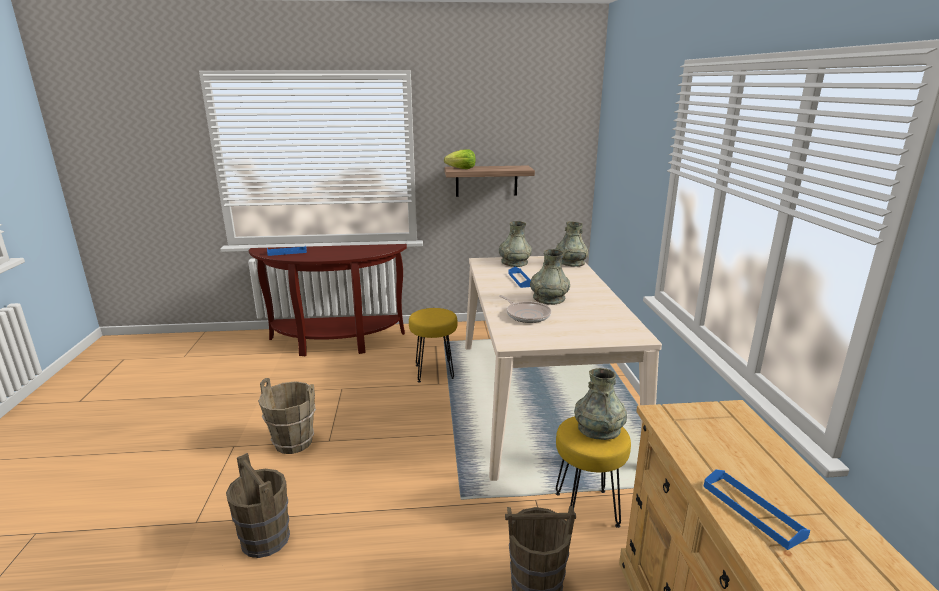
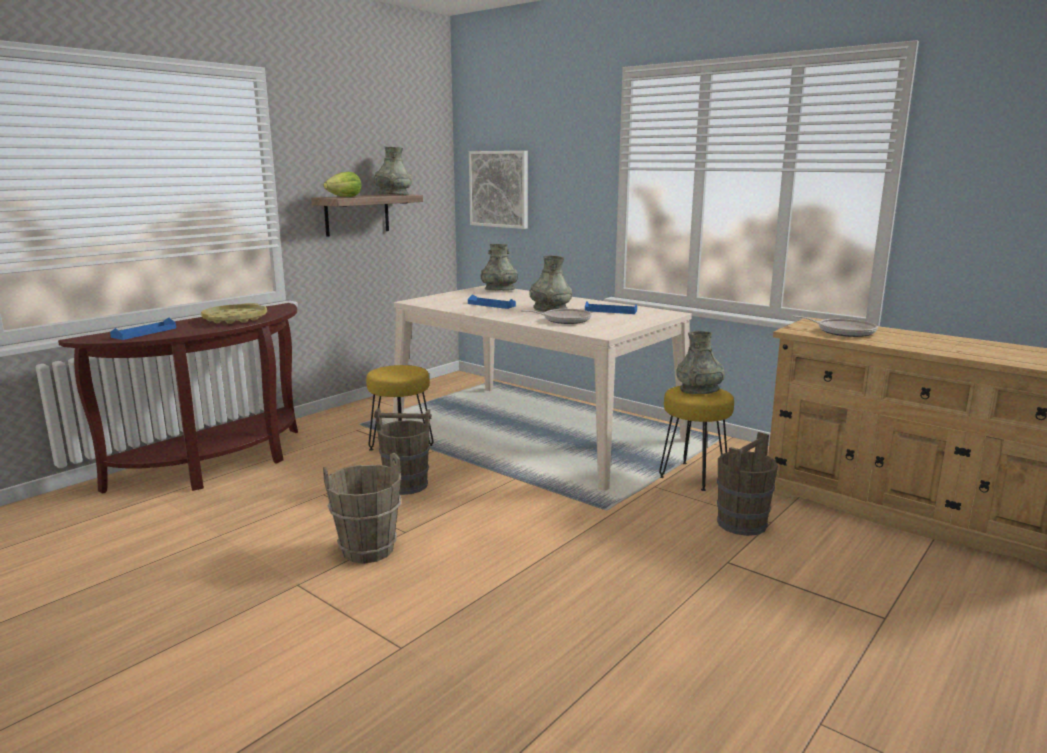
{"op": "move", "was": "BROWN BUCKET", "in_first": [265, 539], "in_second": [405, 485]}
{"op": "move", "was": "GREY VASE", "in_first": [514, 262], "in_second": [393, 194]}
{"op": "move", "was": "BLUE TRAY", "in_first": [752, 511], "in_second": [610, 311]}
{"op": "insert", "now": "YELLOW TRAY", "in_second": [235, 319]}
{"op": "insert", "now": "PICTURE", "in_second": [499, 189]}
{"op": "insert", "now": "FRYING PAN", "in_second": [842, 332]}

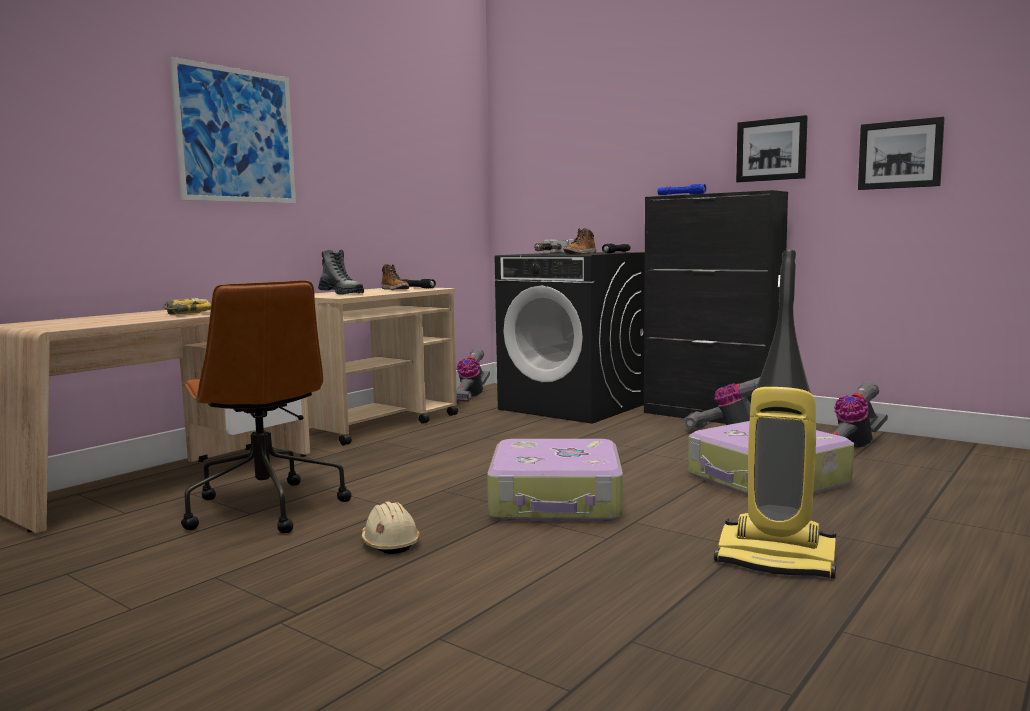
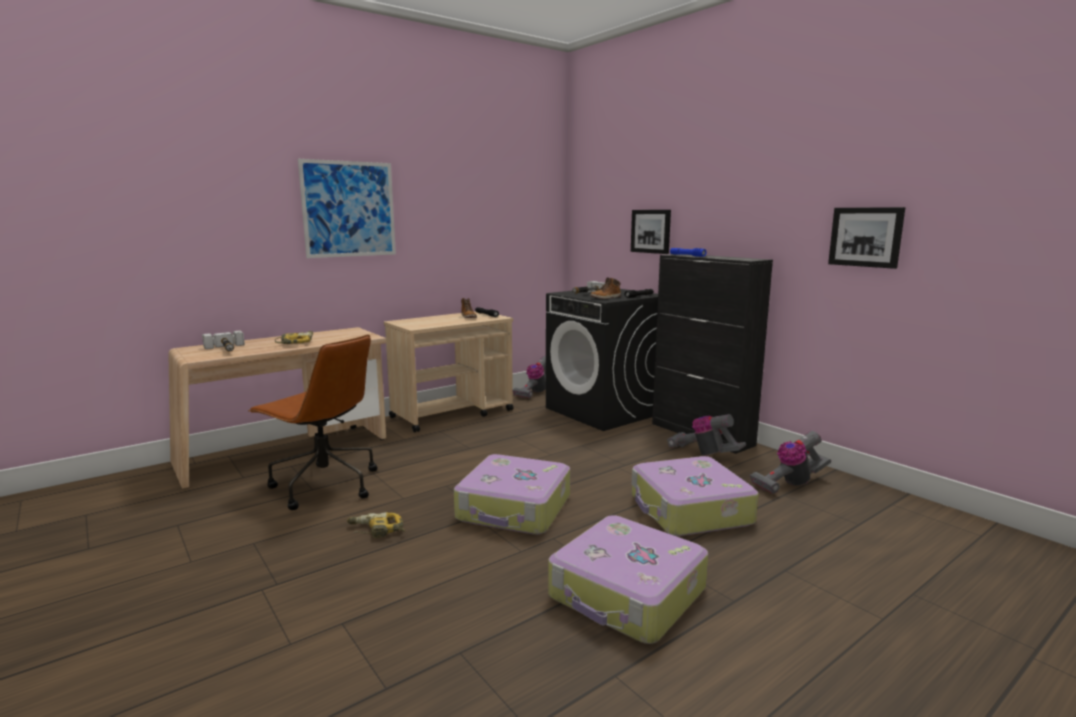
{"op": "rotate", "was": "BROWN OFFICE CHAIR", "in_first": [264, 508], "in_second": [324, 485], "clockwise": -45}
{"op": "delete", "was": "BOOT", "in_first": [341, 293]}
{"op": "replace", "was": "BEIGE HARD HAT", "now": "POWER DRILL", "in_first": [390, 543], "in_second": [375, 531]}
{"op": "replace", "was": "VACUUM CLEANER", "now": "SUITCASE", "in_first": [777, 559], "in_second": [627, 594]}
{"op": "move", "was": "PICTURE", "in_first": [771, 150], "in_second": [651, 231]}
{"op": "insert", "now": "HAMMER", "in_second": [226, 349]}

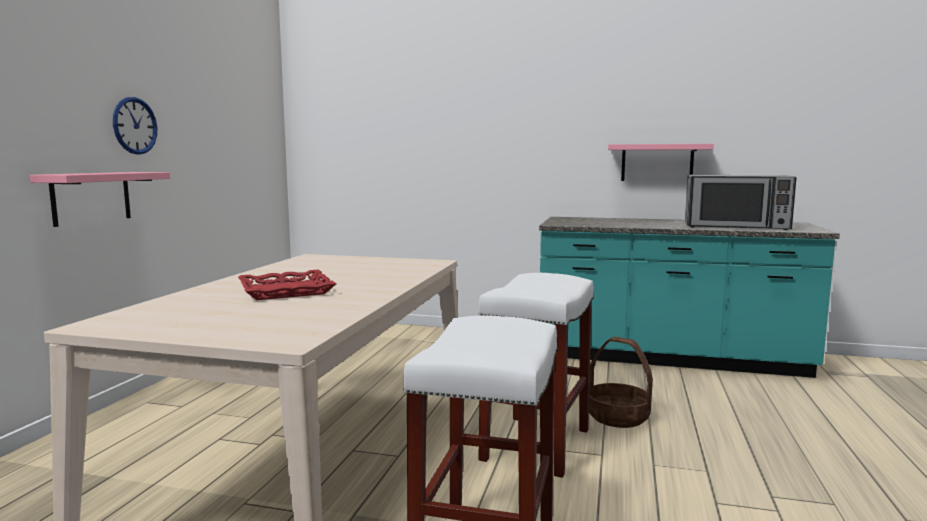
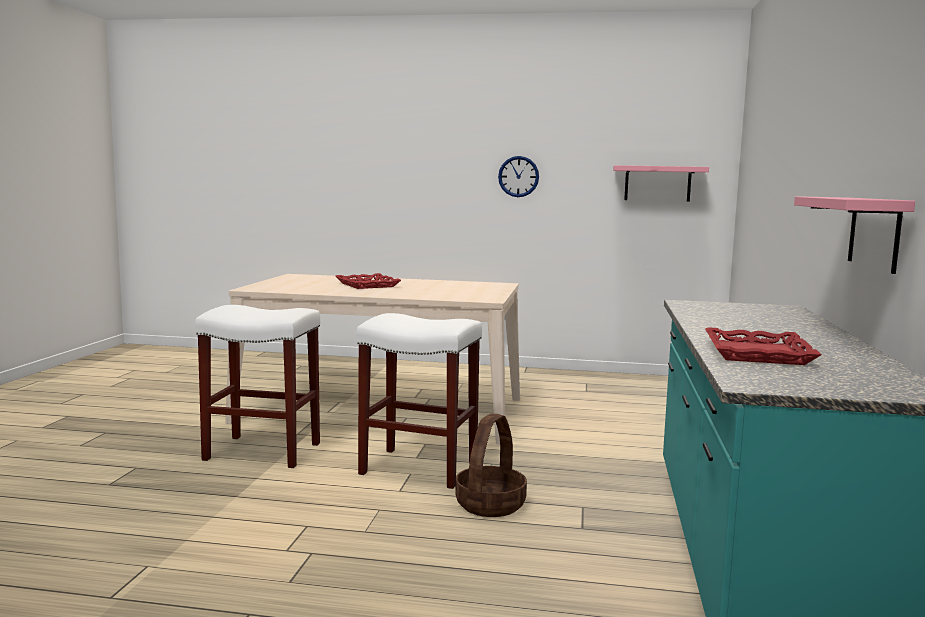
{"op": "move", "was": "PINK SHELF", "in_first": [91, 197], "in_second": [657, 183]}
{"op": "replace", "was": "MICROWAVE", "now": "RED TRAY", "in_first": [736, 227], "in_second": [758, 354]}

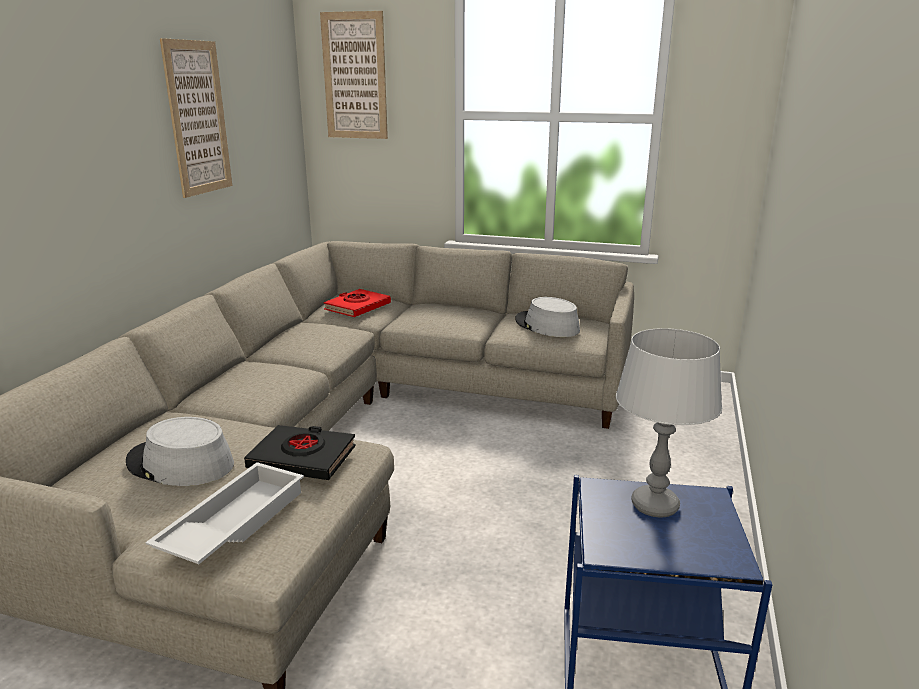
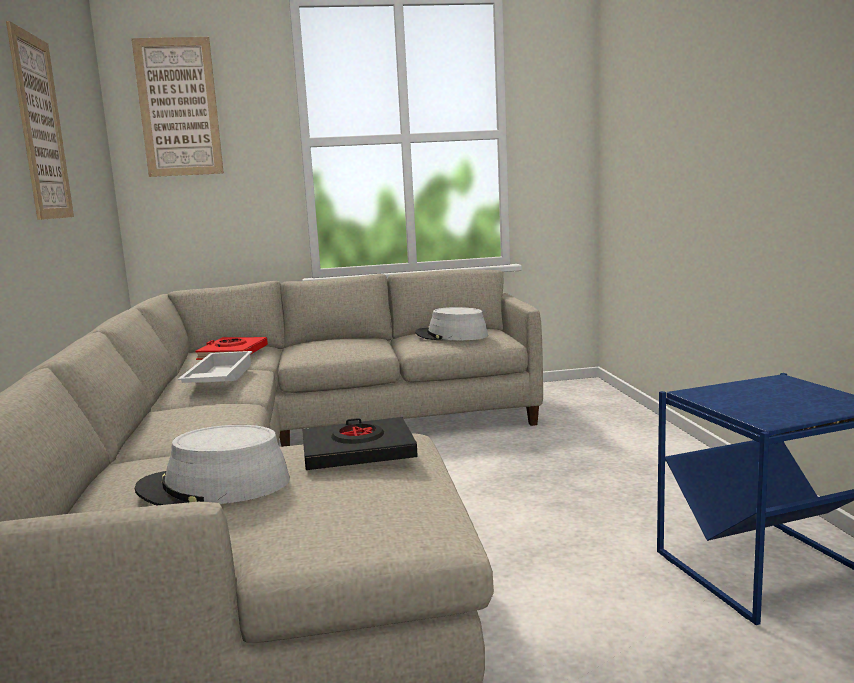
{"op": "move", "was": "WHITE TRAY", "in_first": [232, 522], "in_second": [218, 378]}
{"op": "delete", "was": "GREY TABLE LAMP", "in_first": [654, 505]}

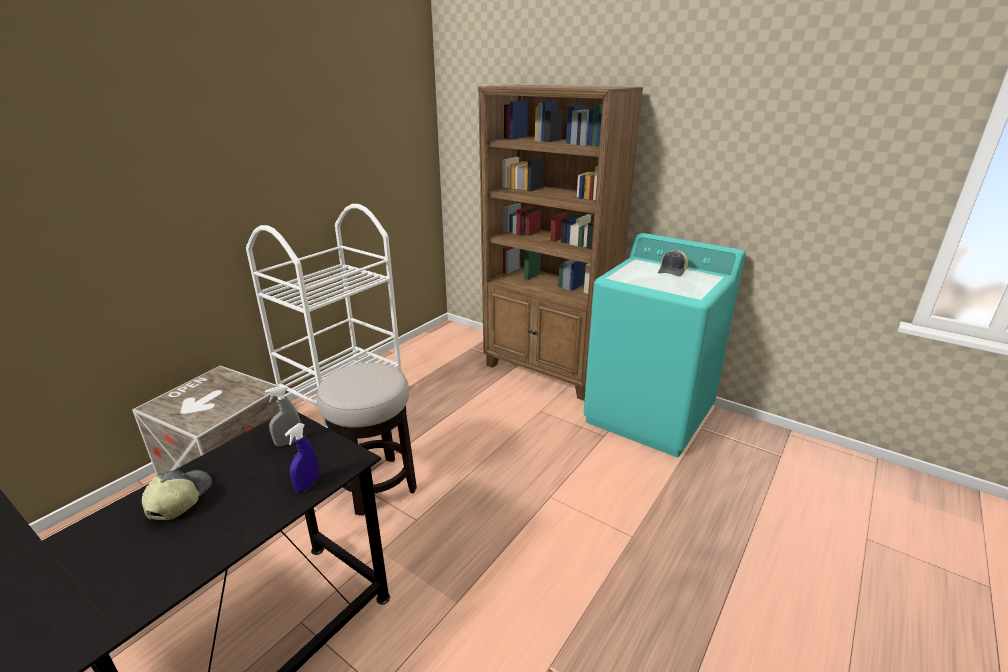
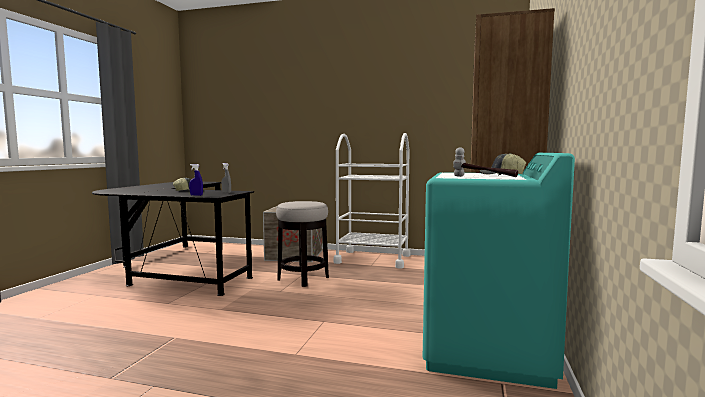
{"op": "insert", "now": "HAMMER", "in_second": [483, 177]}

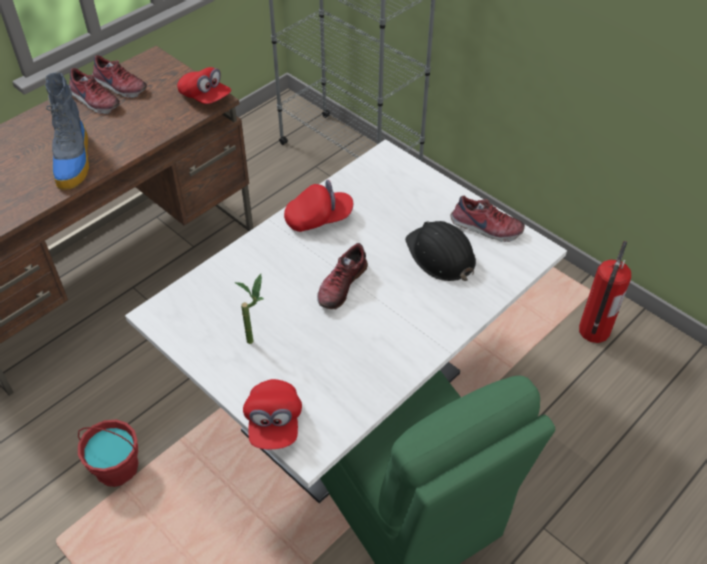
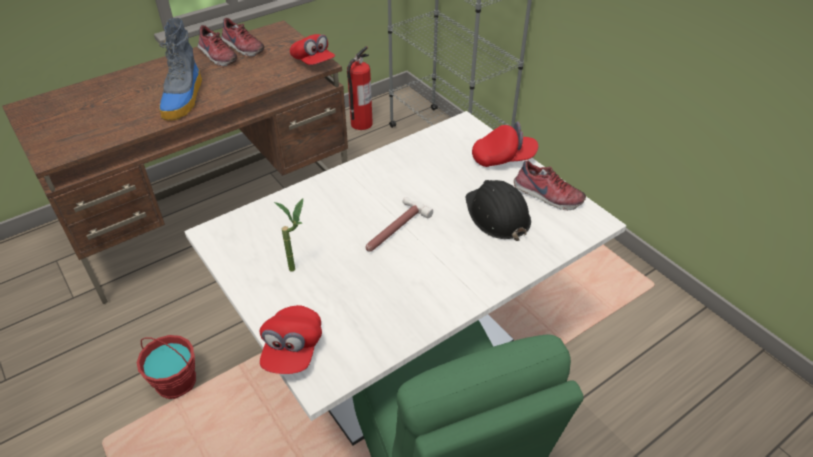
{"op": "move", "was": "RED CAP", "in_first": [319, 218], "in_second": [503, 158]}
{"op": "replace", "was": "SHOE", "now": "HAMMER", "in_first": [341, 285], "in_second": [393, 229]}
{"op": "move", "was": "FIRE EXTINGUISHER", "in_first": [594, 331], "in_second": [361, 124]}

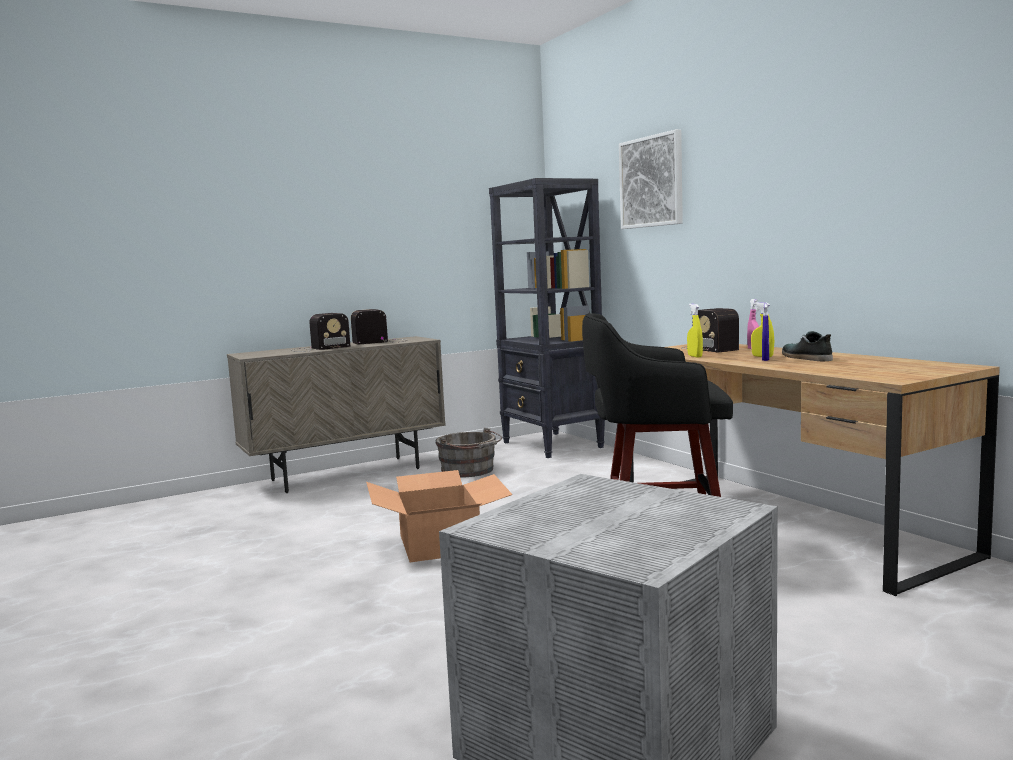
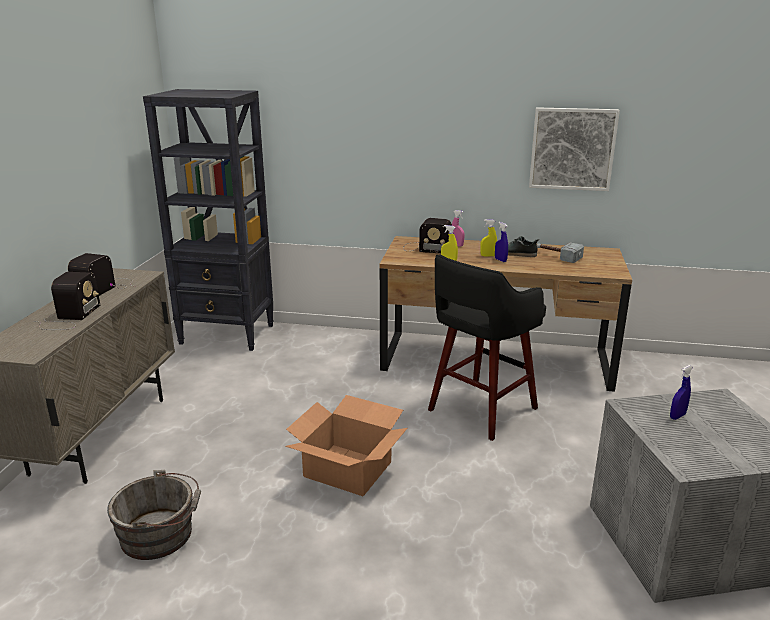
{"op": "move", "was": "GREY BUCKET", "in_first": [469, 471], "in_second": [161, 535]}
{"op": "move", "was": "PICTURE", "in_first": [651, 182], "in_second": [572, 149]}
{"op": "insert", "now": "HAMMER", "in_second": [557, 256]}
{"op": "insert", "now": "BLUE SPRAY BOTTLE", "in_second": [677, 416]}

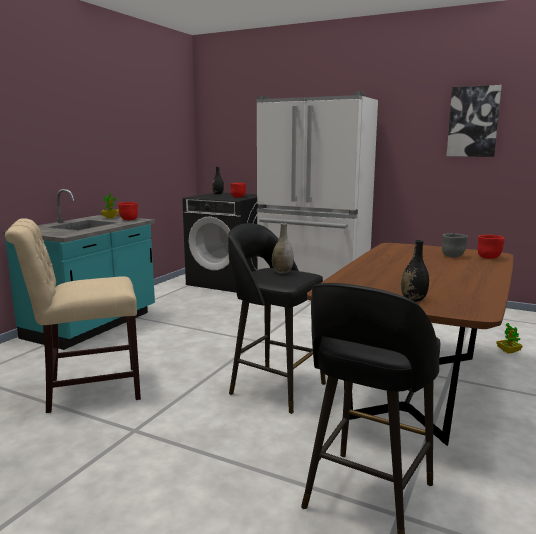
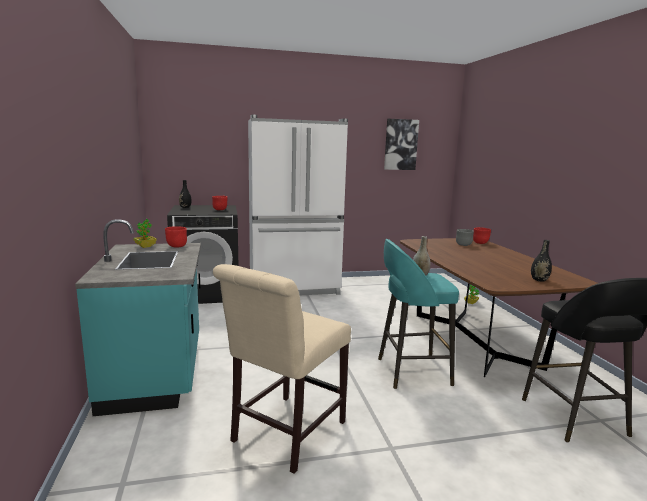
{"op": "recolor", "was": "BLACK STOOL", "now": "TURQUOISE STOOL", "in_first": [275, 388], "in_second": [411, 371]}

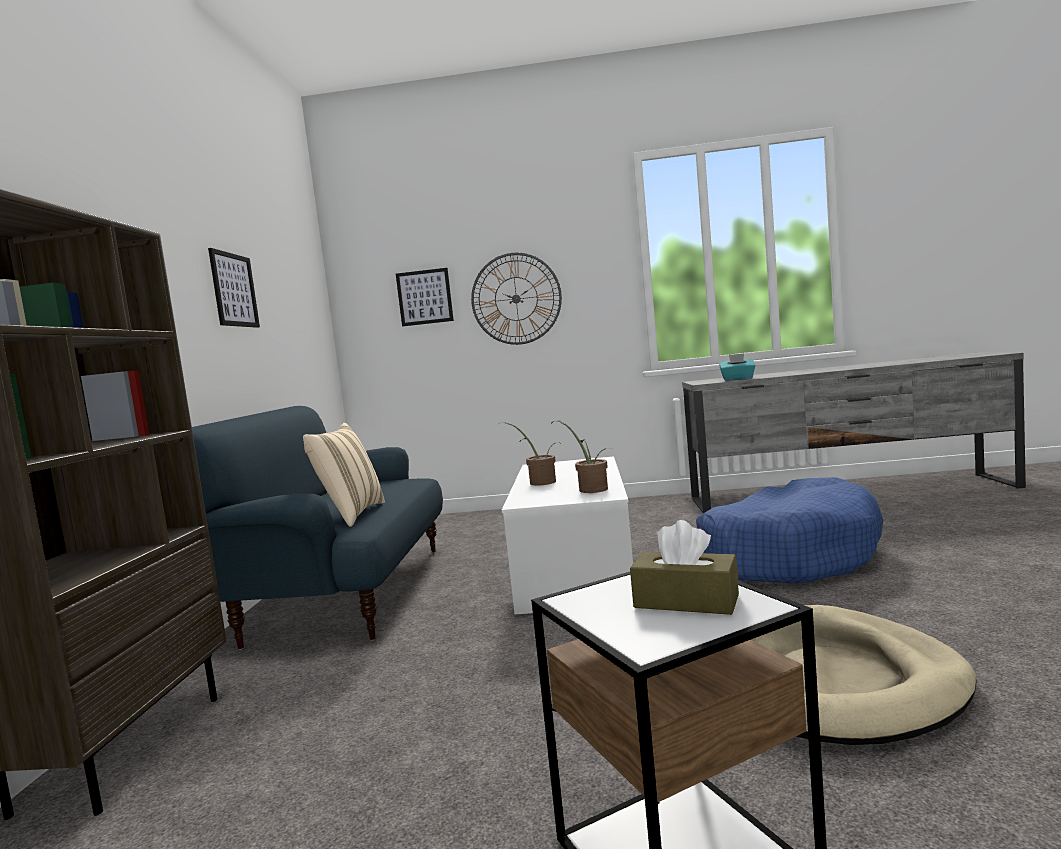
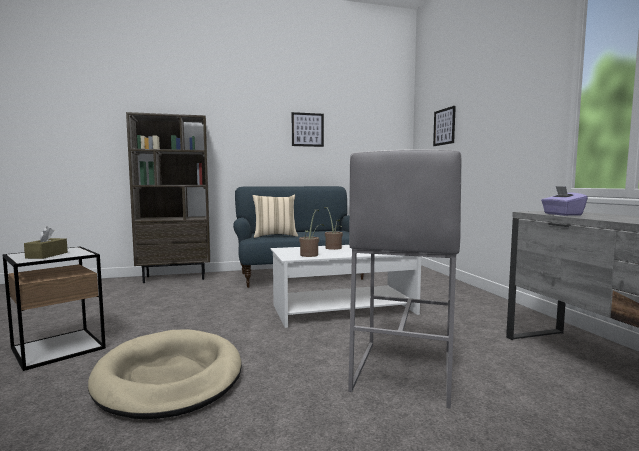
{"op": "delete", "was": "WALL CLOCK", "in_first": [516, 299]}
{"op": "replace", "was": "BLUE DOG BED", "now": "GREY STOOL", "in_first": [788, 555], "in_second": [402, 371]}
{"op": "recolor", "was": "TURQUOISE TISSUE BOX", "now": "PURPLE TISSUE BOX", "in_first": [738, 379], "in_second": [562, 214]}

